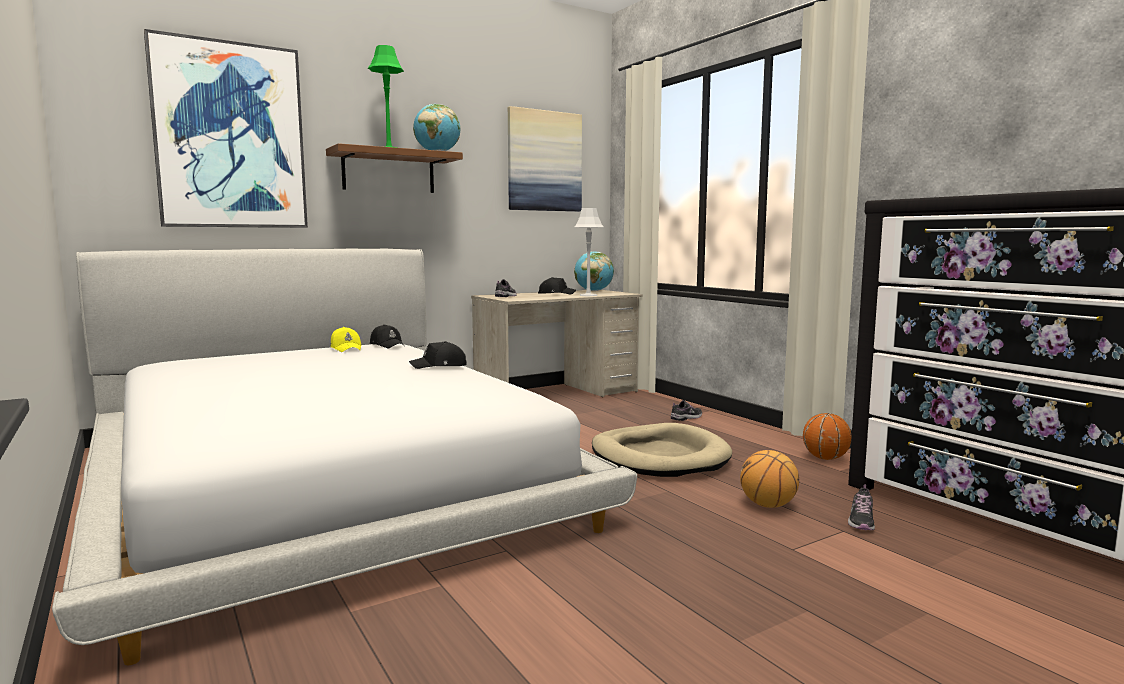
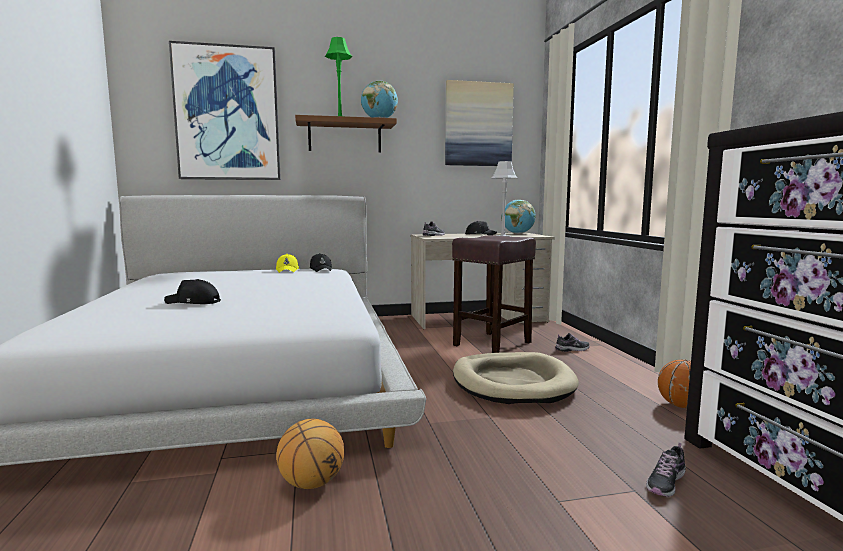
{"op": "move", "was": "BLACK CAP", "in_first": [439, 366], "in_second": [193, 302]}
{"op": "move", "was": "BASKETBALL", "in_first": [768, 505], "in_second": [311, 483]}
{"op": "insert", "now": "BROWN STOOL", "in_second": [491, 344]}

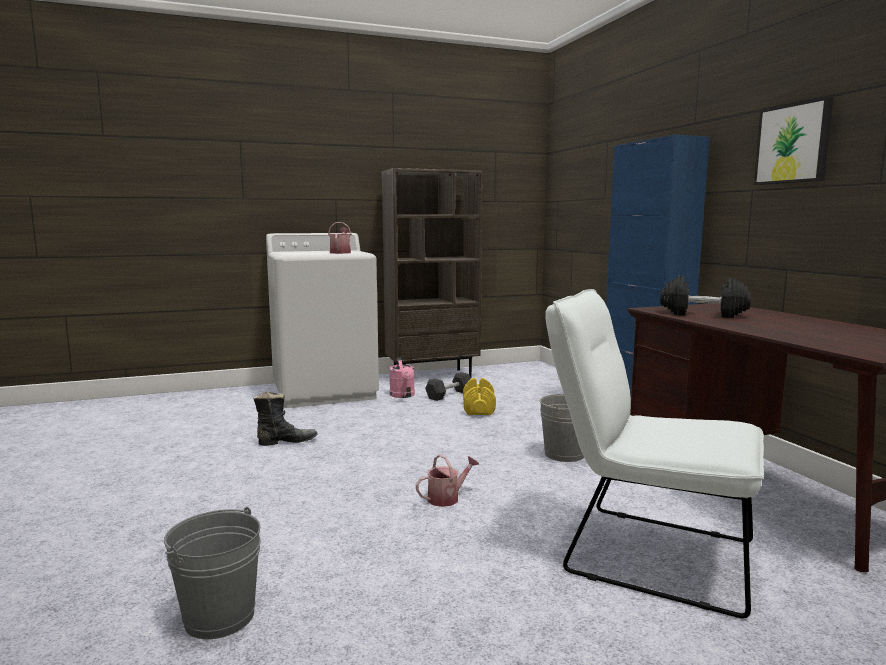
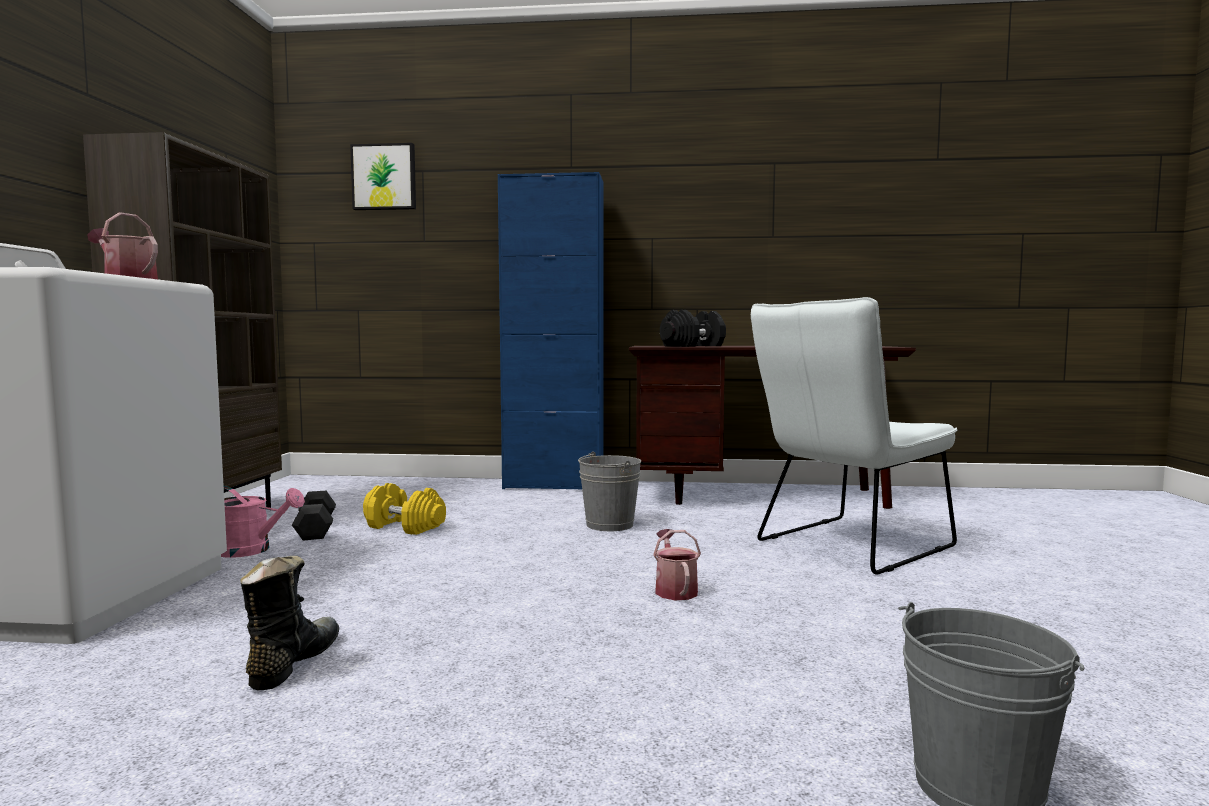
{"op": "move", "was": "PICTURE", "in_first": [794, 144], "in_second": [384, 177]}

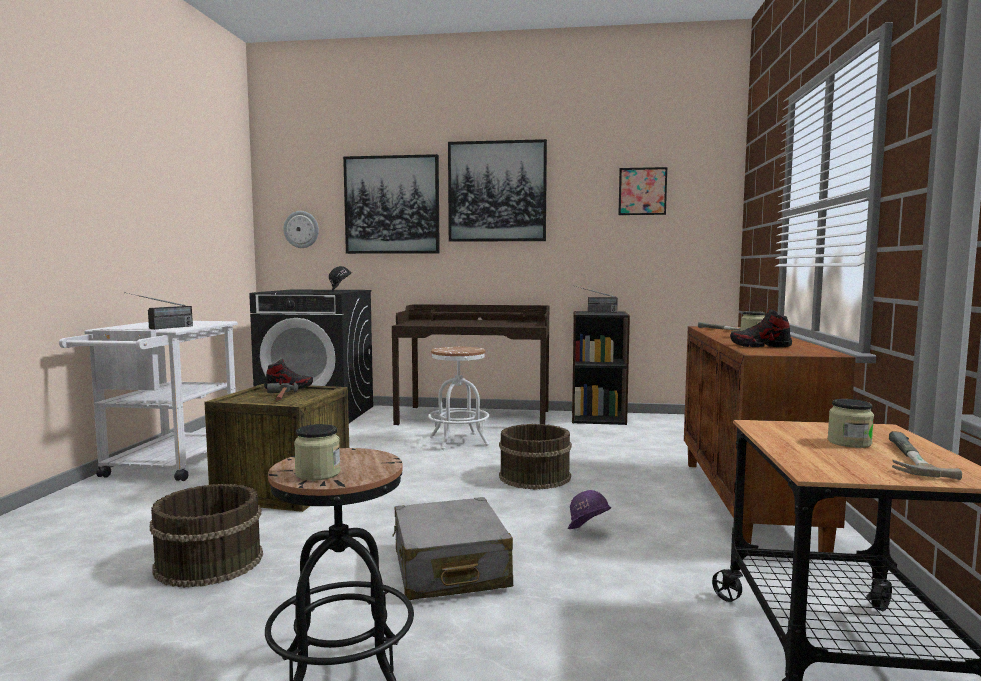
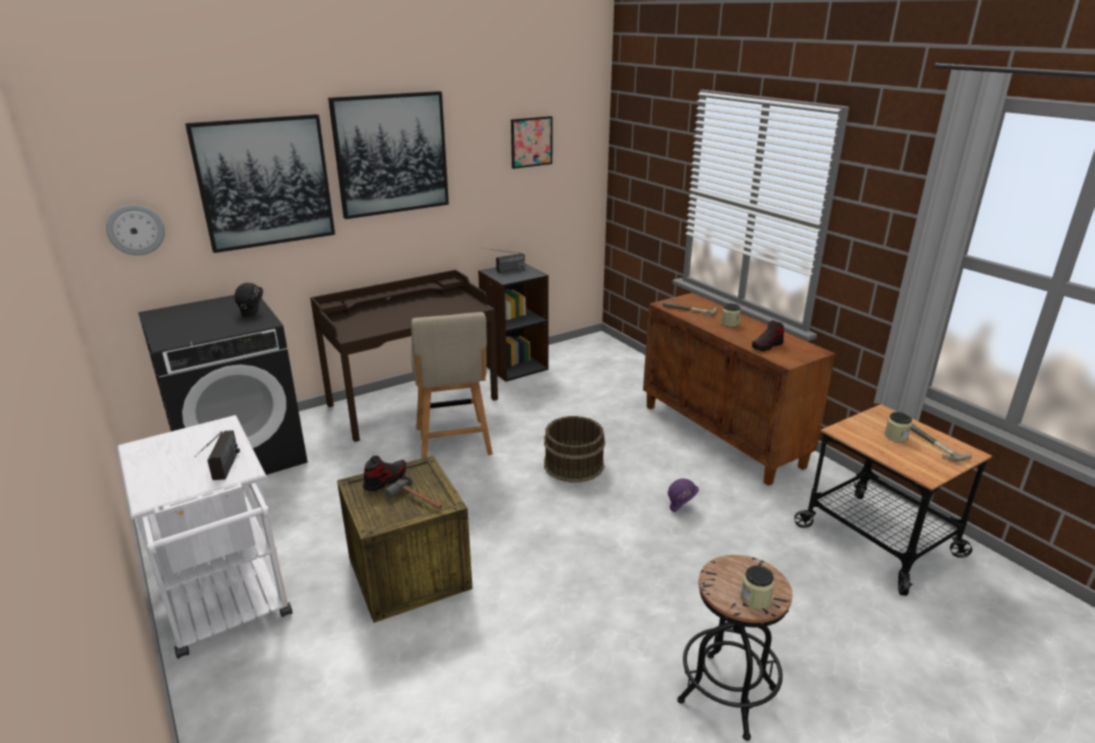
{"op": "delete", "was": "BROWN BUCKET", "in_first": [208, 562]}
{"op": "delete", "was": "GREY SUITCASE", "in_first": [449, 569]}
{"op": "replace", "was": "WHITE STOOL", "now": "BEIGE CHAIR", "in_first": [459, 441], "in_second": [453, 443]}

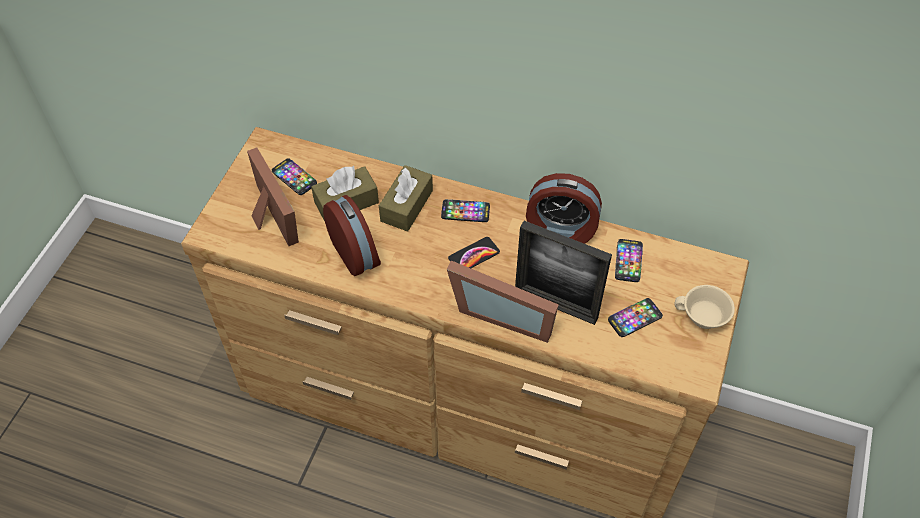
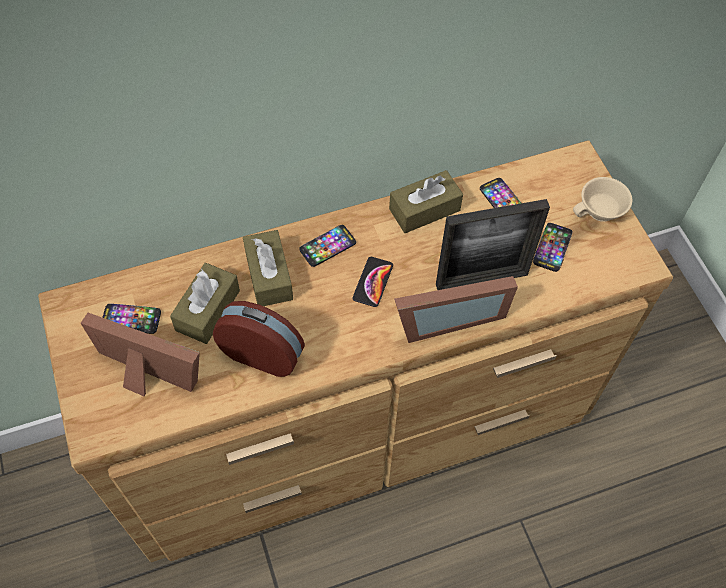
{"op": "replace", "was": "ALARM CLOCK", "now": "BROWN TISSUE BOX", "in_first": [560, 230], "in_second": [424, 210]}

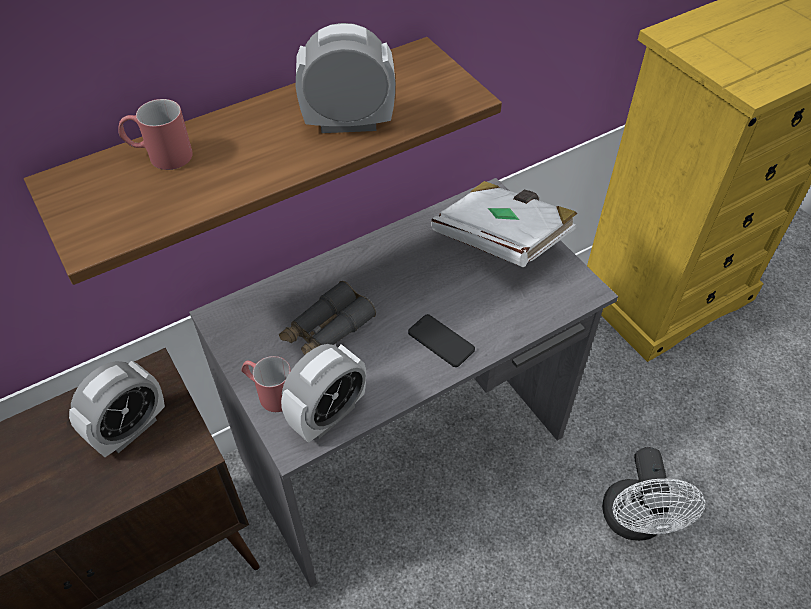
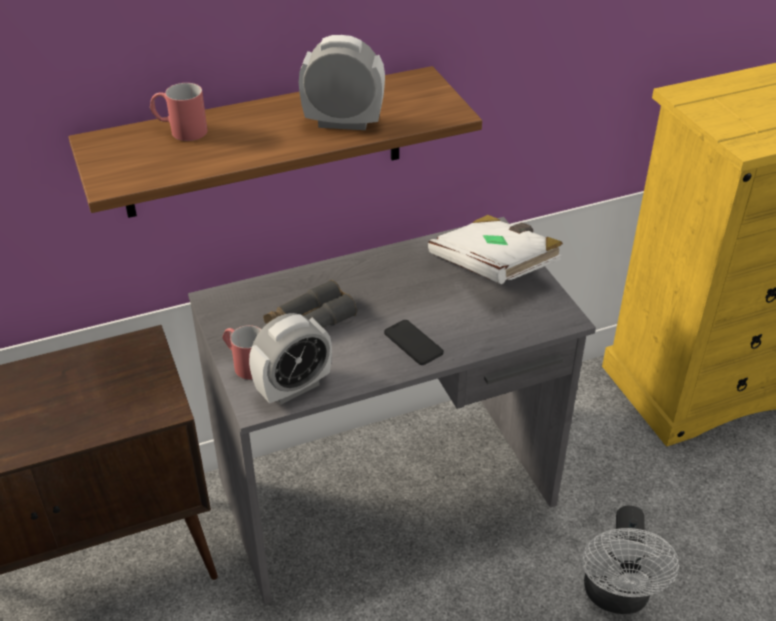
{"op": "delete", "was": "ALARM CLOCK", "in_first": [130, 429]}

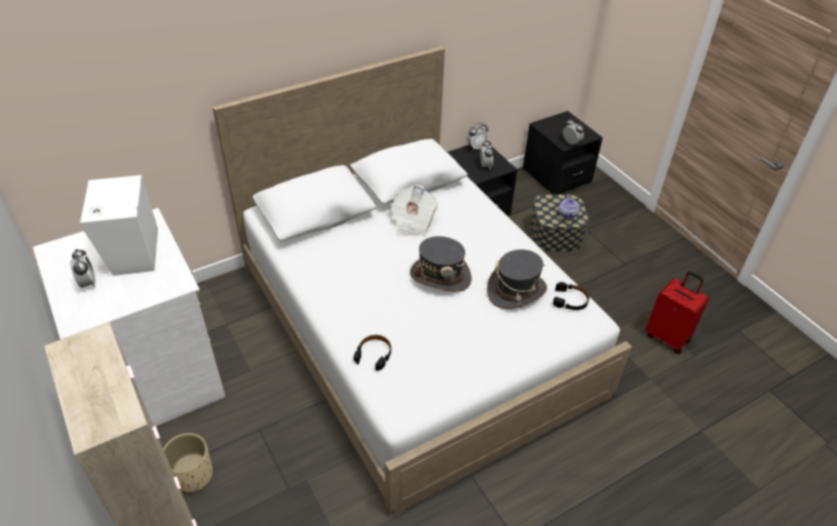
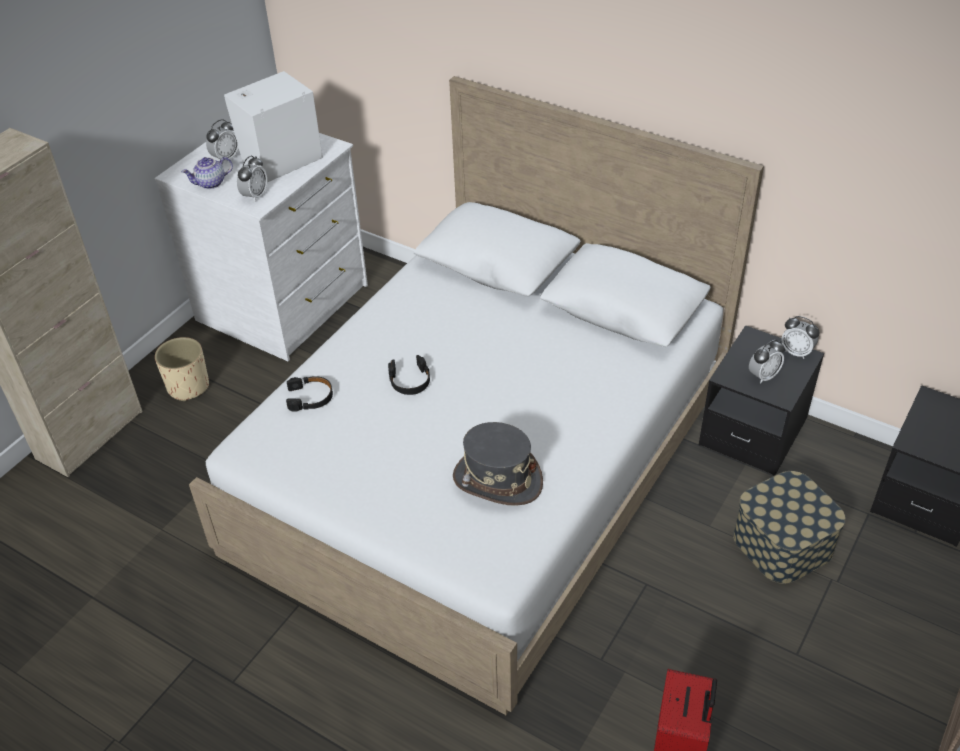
{"op": "delete", "was": "NEWSPAPER", "in_first": [412, 222]}
{"op": "delete", "was": "GREY HAT", "in_first": [440, 276]}
{"op": "move", "was": "BLACK HEADPHONES", "in_first": [570, 300], "in_second": [410, 381]}
{"op": "move", "was": "TEAPOT", "in_first": [568, 215], "in_second": [211, 184]}
{"op": "move", "was": "ALARM CLOCK", "in_first": [571, 143], "in_second": [255, 196]}

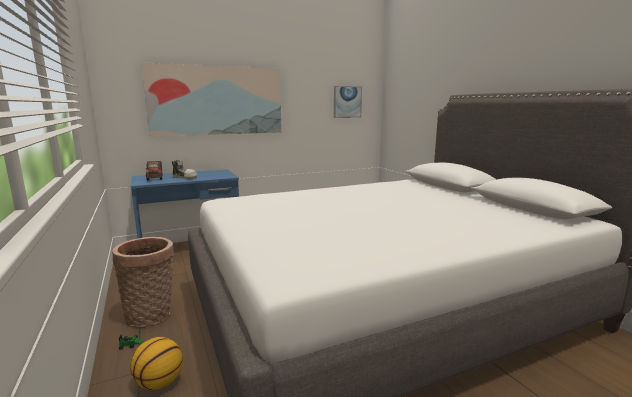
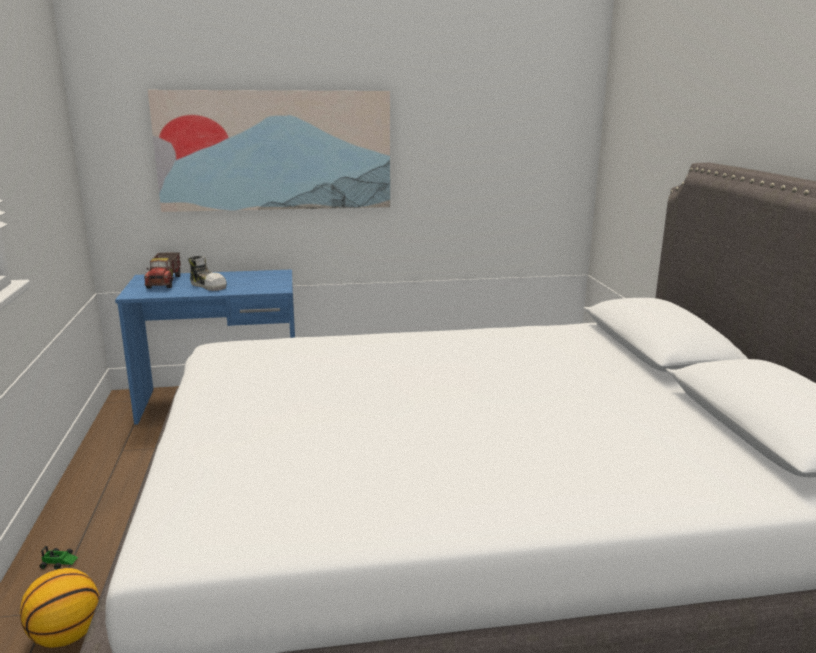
{"op": "delete", "was": "BASKET", "in_first": [151, 315]}
{"op": "delete", "was": "PICTURE", "in_first": [347, 102]}

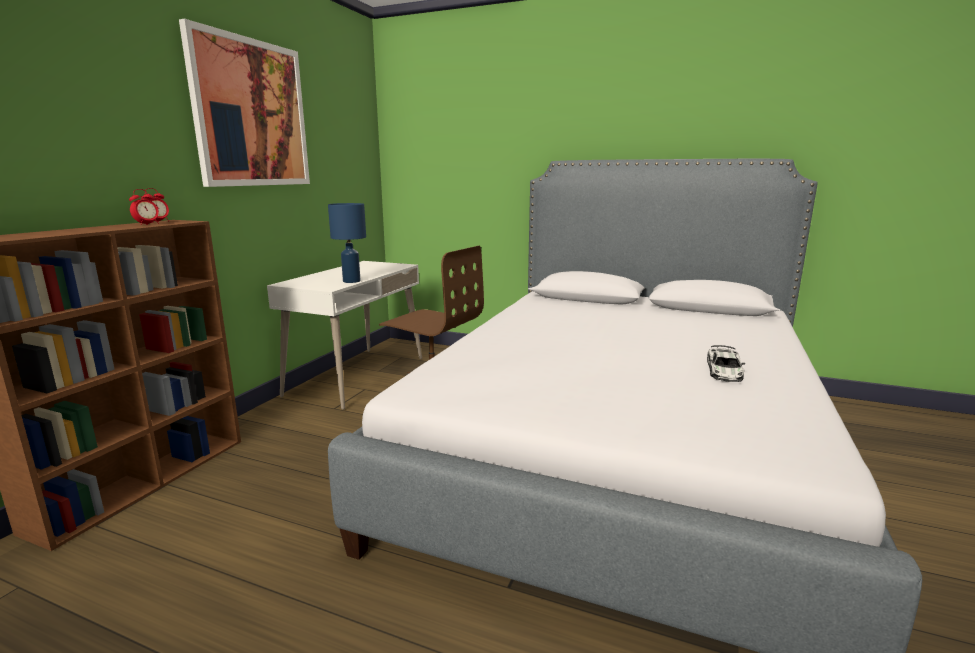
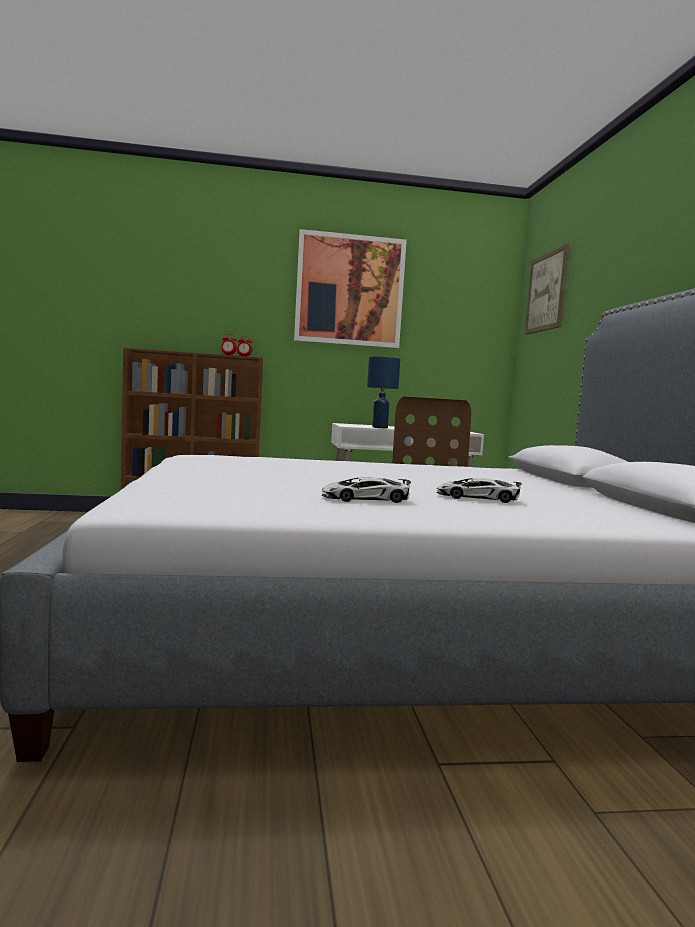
{"op": "insert", "now": "TOY CAR", "in_second": [477, 498]}
{"op": "insert", "now": "PICTURE", "in_second": [546, 292]}

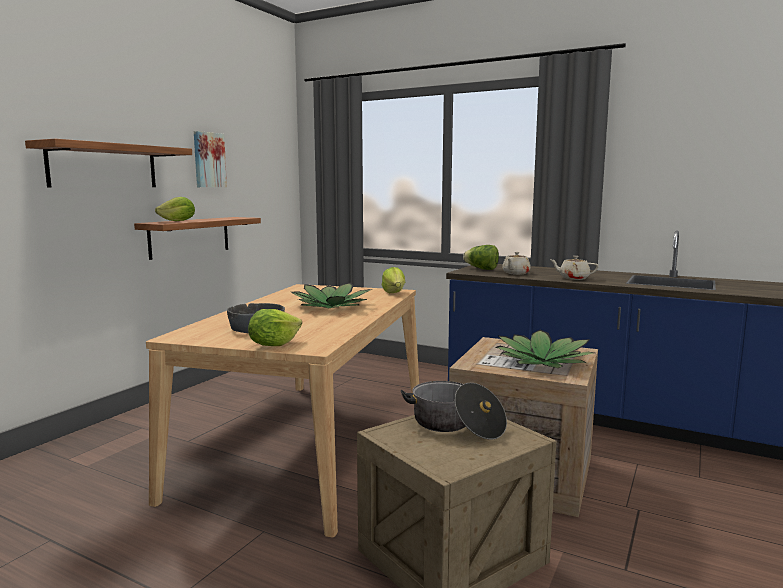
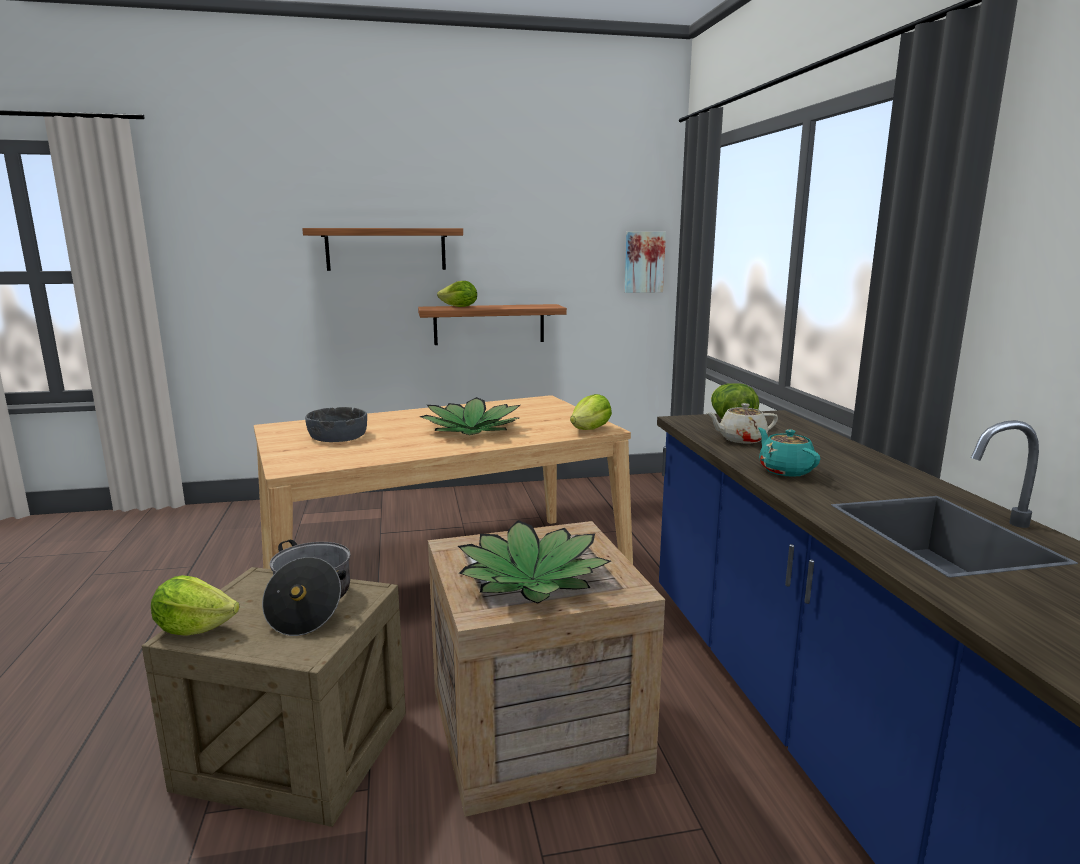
{"op": "move", "was": "PICTURE", "in_first": [208, 160], "in_second": [644, 262]}
{"op": "move", "was": "LETTUCE", "in_first": [273, 344], "in_second": [194, 628]}
{"op": "recolor", "was": "BEIGE TEAPOT", "now": "TURQUOISE TEAPOT", "in_first": [573, 278], "in_second": [785, 470]}

